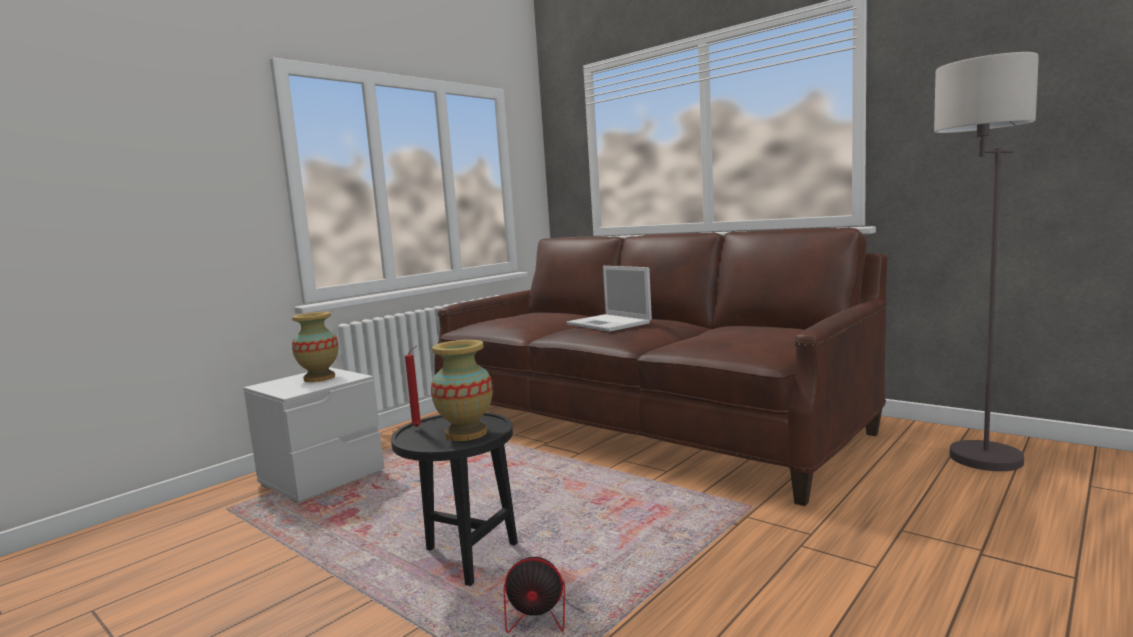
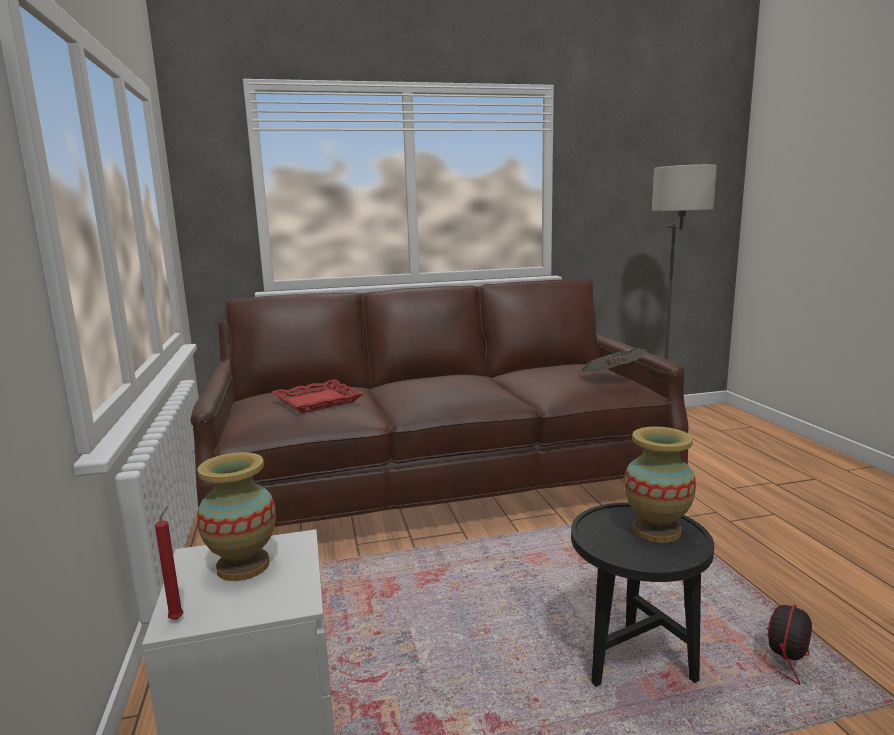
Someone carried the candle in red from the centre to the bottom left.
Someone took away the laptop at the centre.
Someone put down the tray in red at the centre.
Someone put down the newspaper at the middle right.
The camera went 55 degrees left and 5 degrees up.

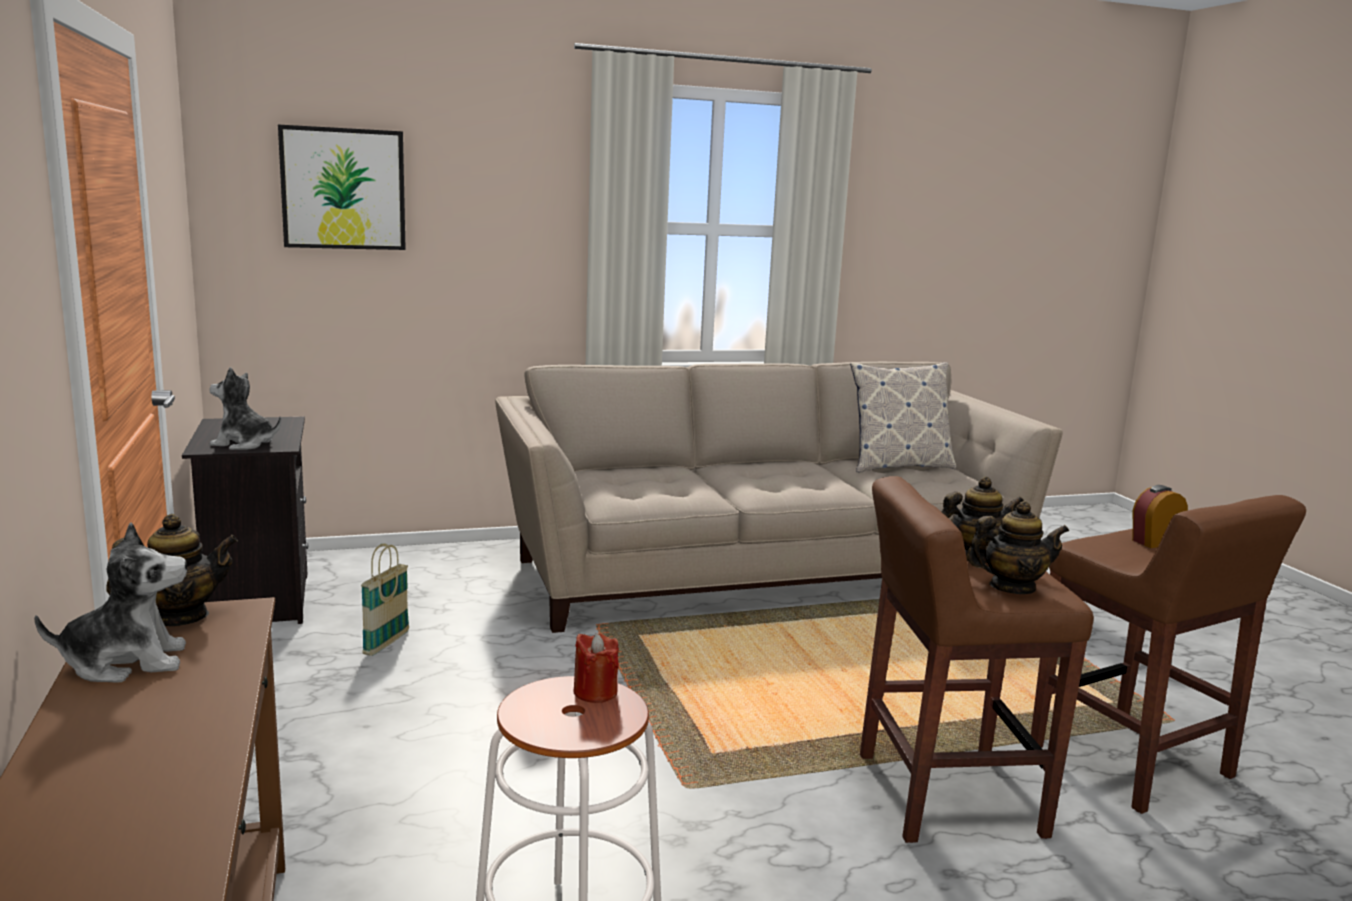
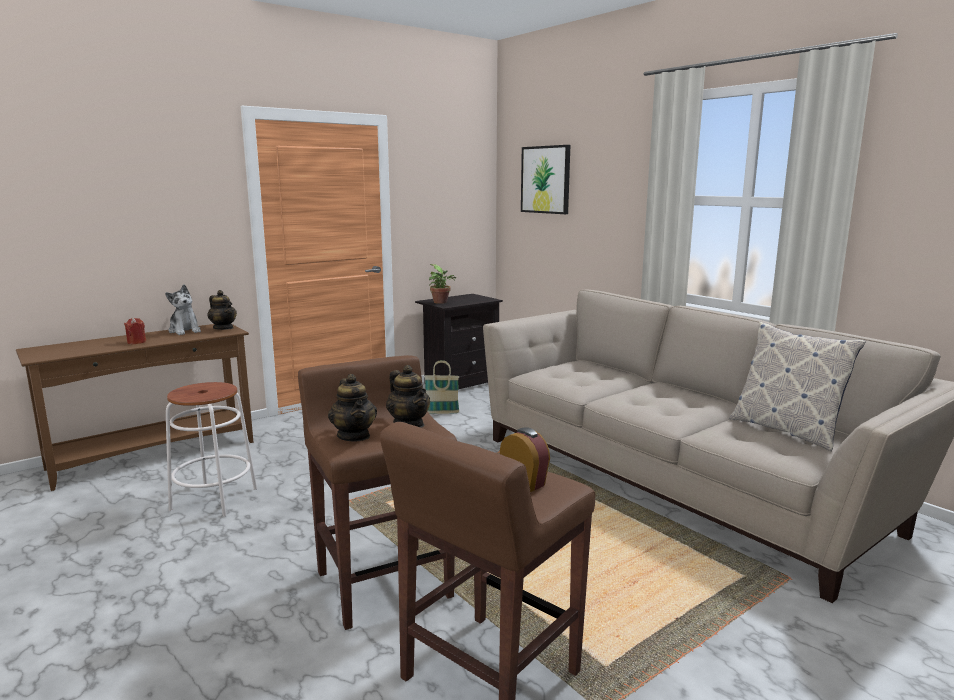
Someone swapped the plush toy (2nd from left) at the middle left for the potted plant at the centre.
Someone carried the candle in red from the bottom centre to the middle left.
The camera went 70 degrees right and 0 degrees up.

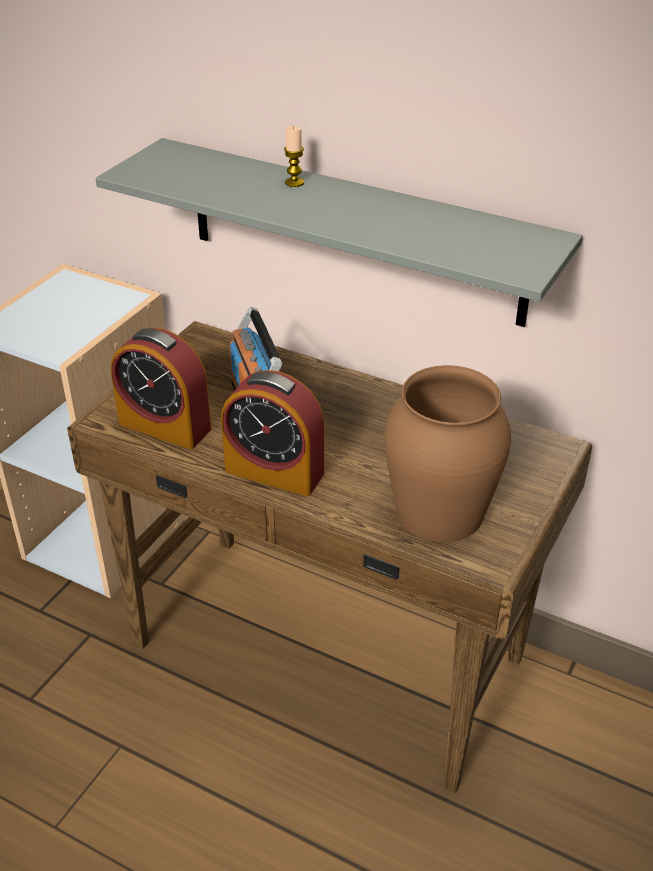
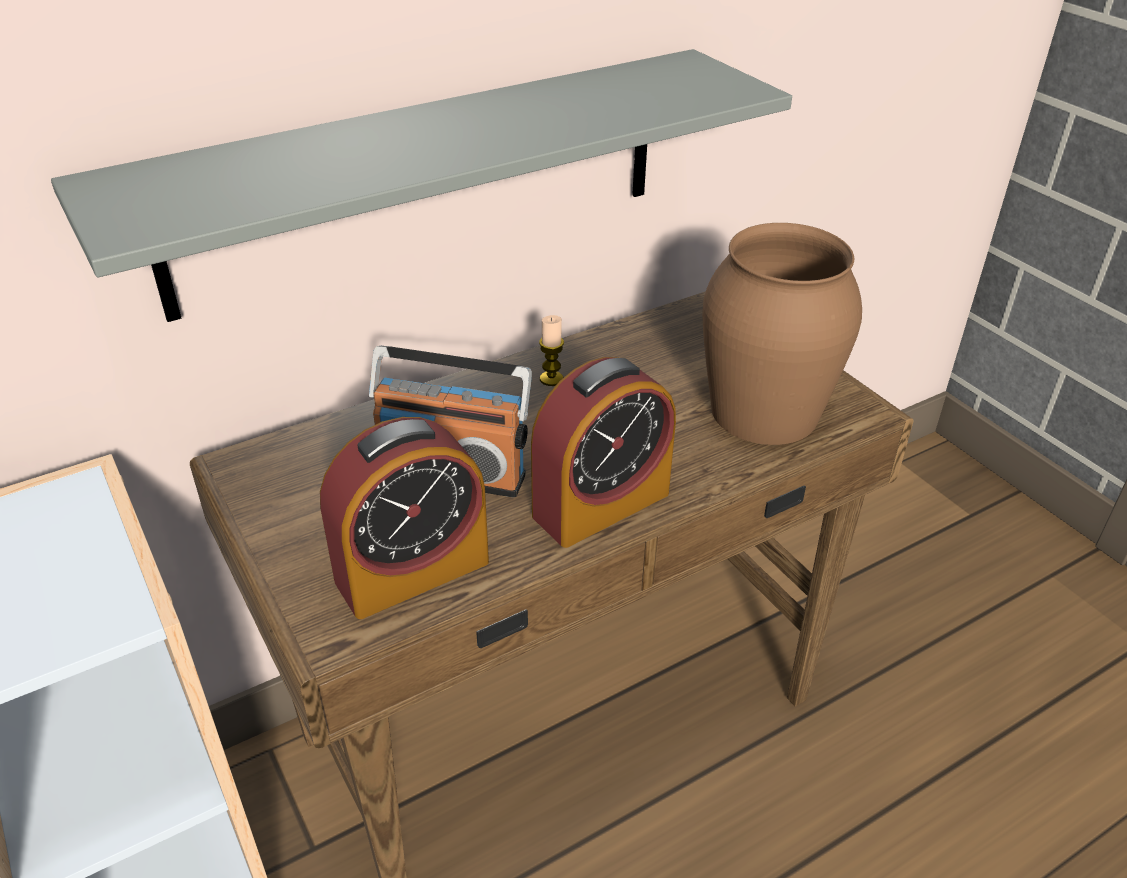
Someone carried the candle from the top centre to the centre.
The camera went 60 degrees left and 0 degrees up.

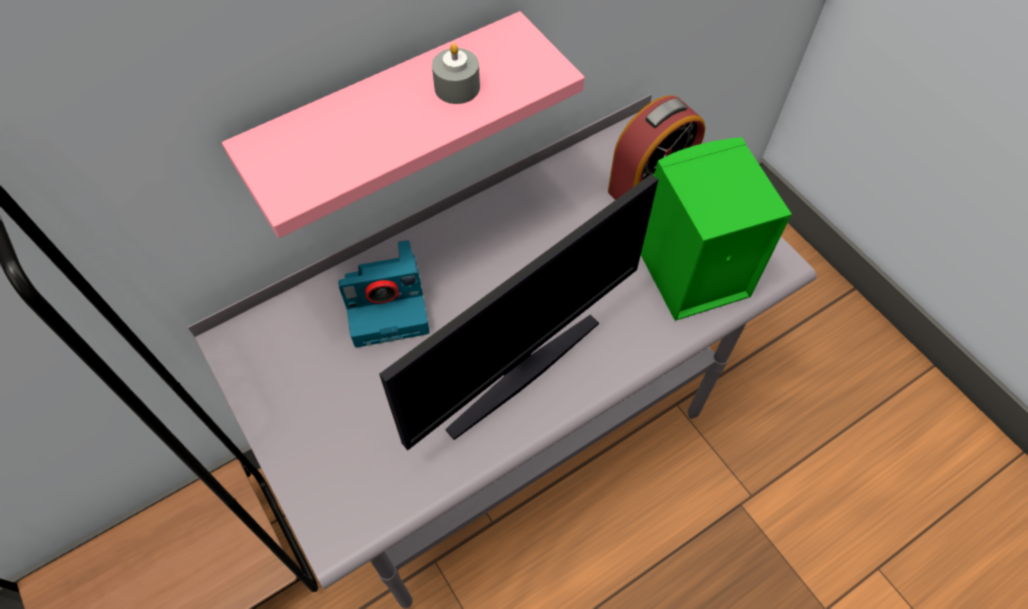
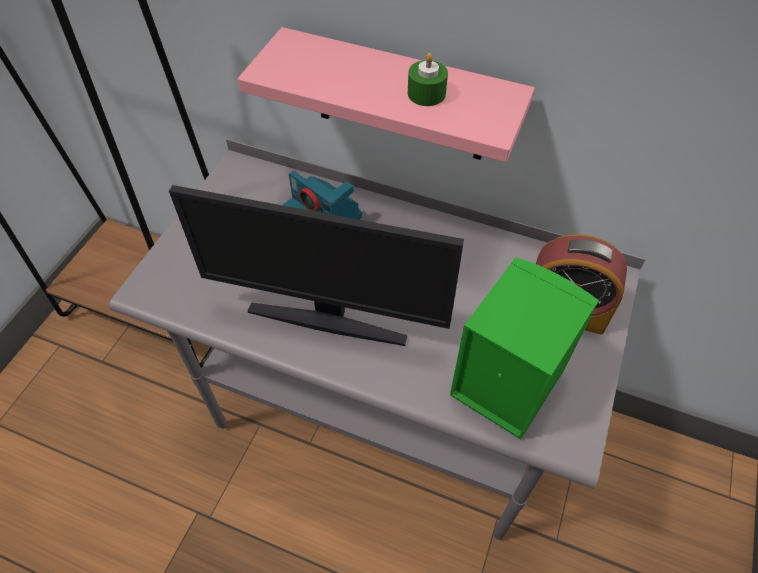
Someone repainted the candle in grey at the top centre, which became the candle in green at the top centre.
The camera went 55 degrees right and 5 degrees down.

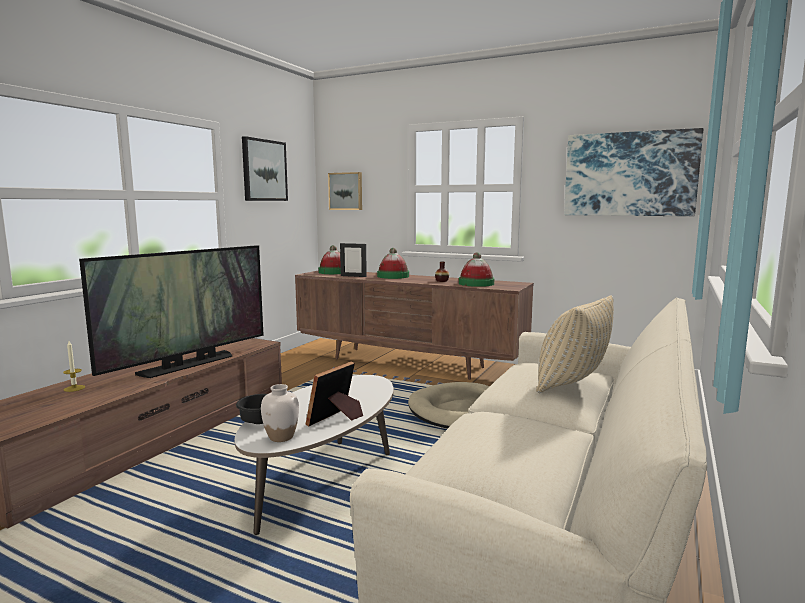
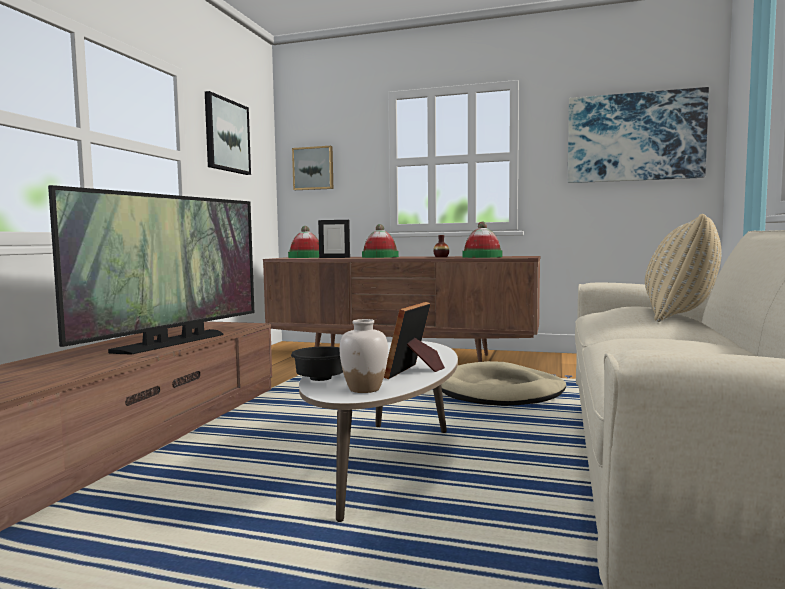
Someone took away the candle at the middle left.
The camera went 10 degrees left and 5 degrees down.

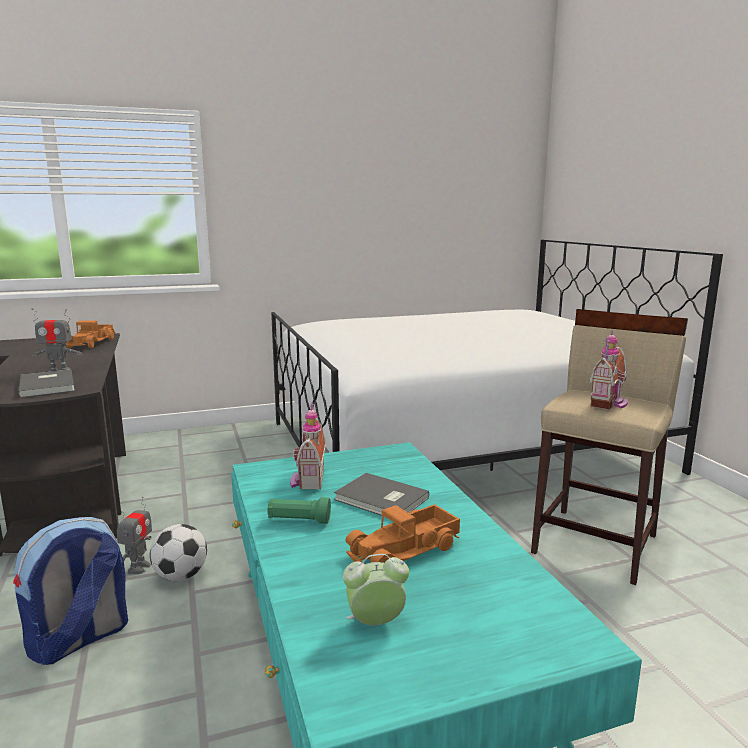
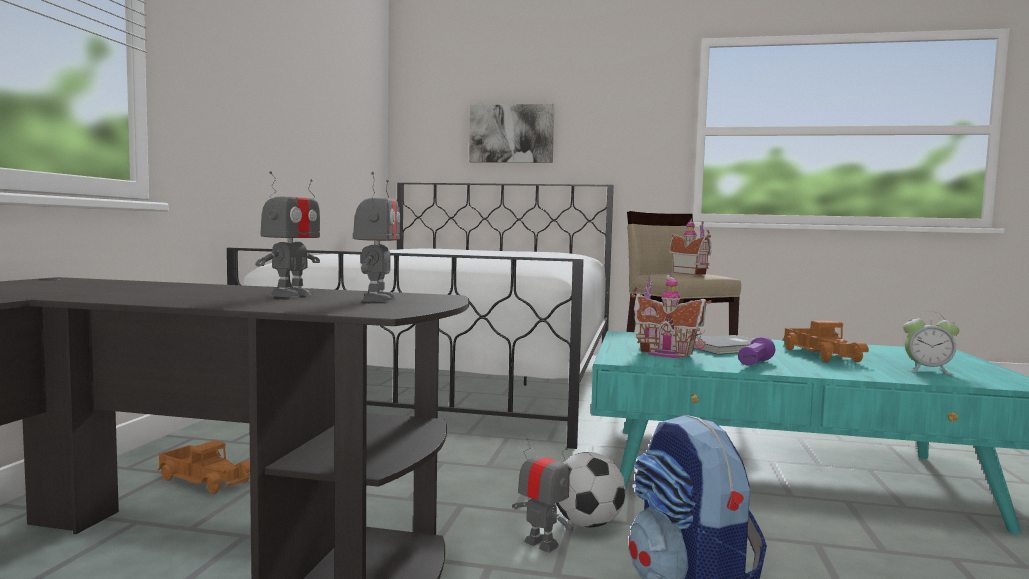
Someone swapped the book in grey (1st from left) at the middle left for the toy robot (2nd from left) at the centre.
Someone carried the toy truck (1st from left) from the middle left to the bottom left.
Someone repainted the flashlight in green at the bottom centre, which became the flashlight in purple at the middle right.
Someone rotated the alarm clock at the bottom centre by 90 degrees counterclockwise.
Someone put up the picture at the top centre.
The camera went 60 degrees left and 10 degrees down.

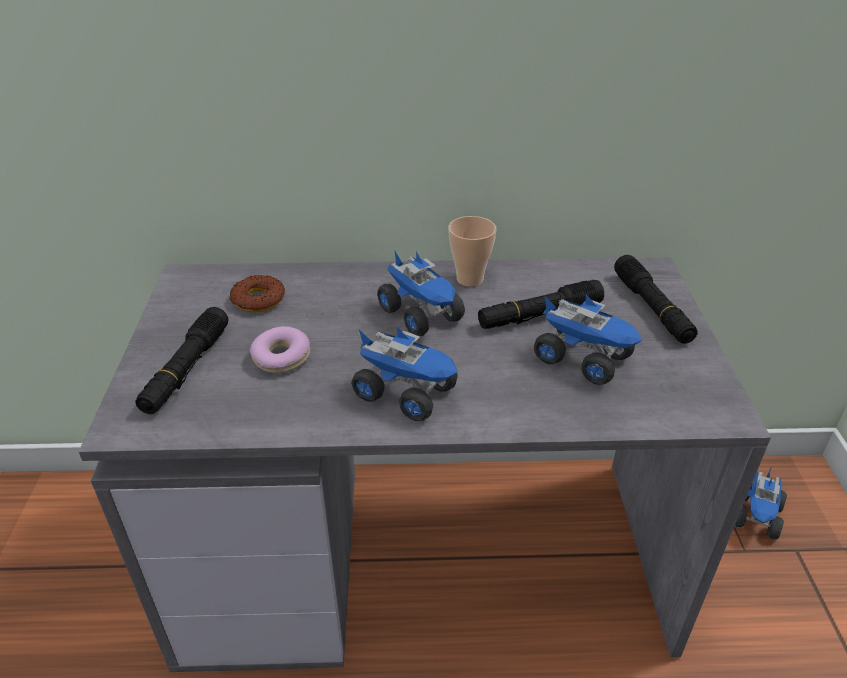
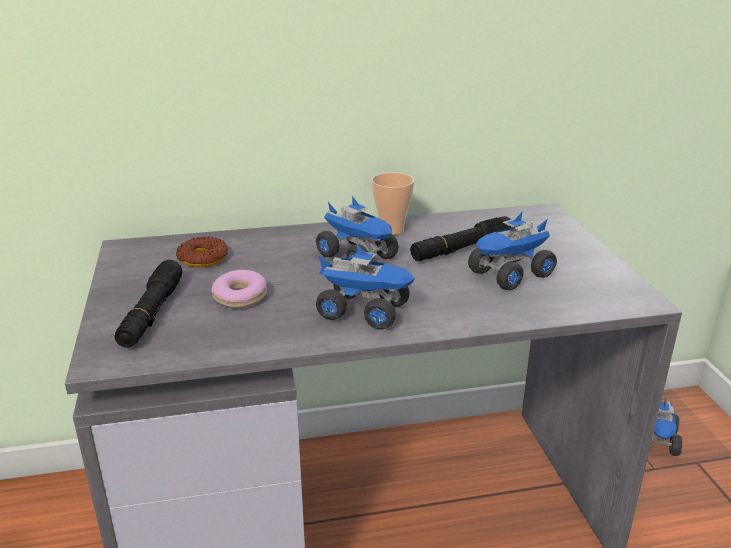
Someone rotated the toy truck (3rd from left) at the middle right by 120 degrees clockwise.
Someone took away the flashlight in black (3rd from left) at the middle right.
The camera went 10 degrees left and 10 degrees down.

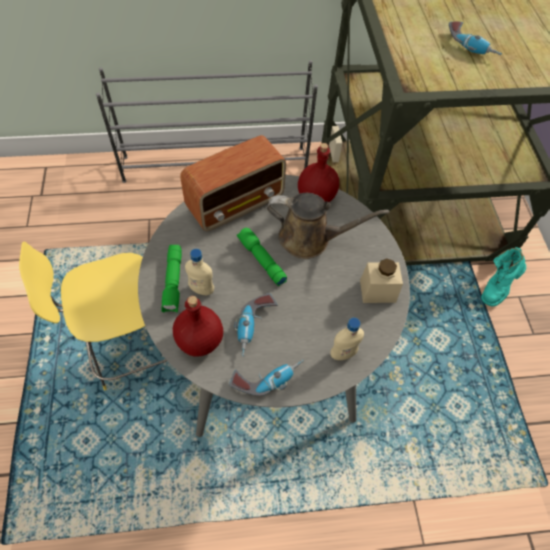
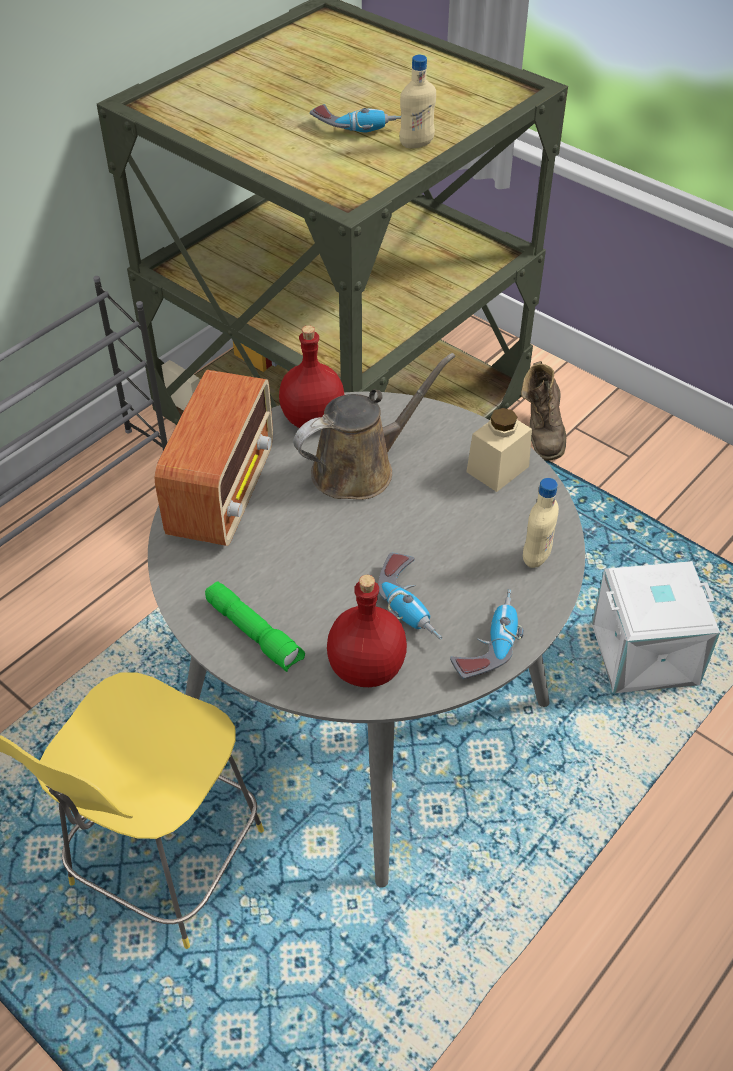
Someone carried the bottle in beige (1st from left) from the centre to the top centre.
Someone took away the flashlight in green (2nd from left) at the centre.
Someone repainted the boot in turquoise at the middle right, which became the boot in brown at the middle right.
Someone put down the storage box in white at the middle right.
The camera went 40 degrees left and 10 degrees down.

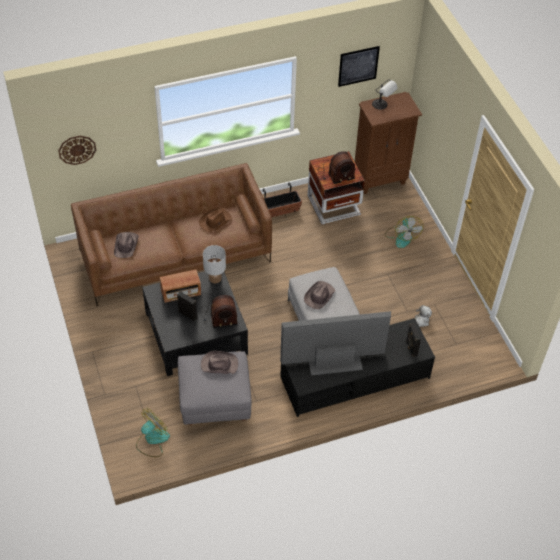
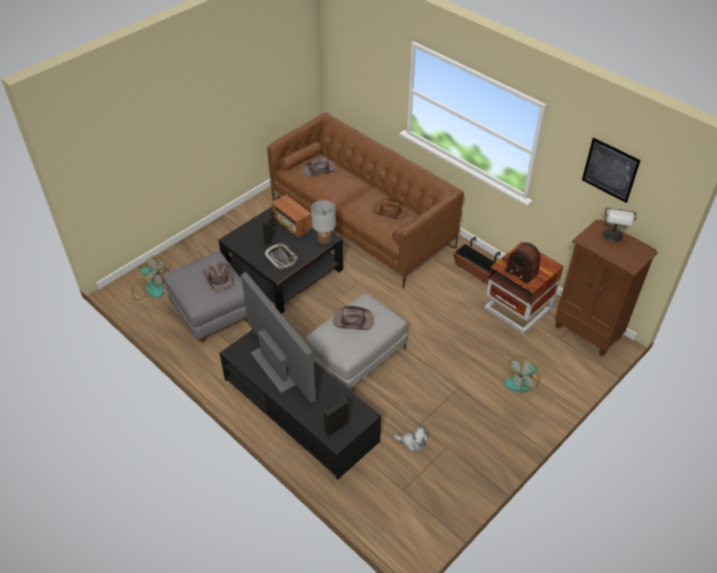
Someone took away the wall clock at the top left.
Someone swapped the radio (2nd from left) at the centre for the tray at the centre.
The camera went 65 degrees right and 5 degrees down.

